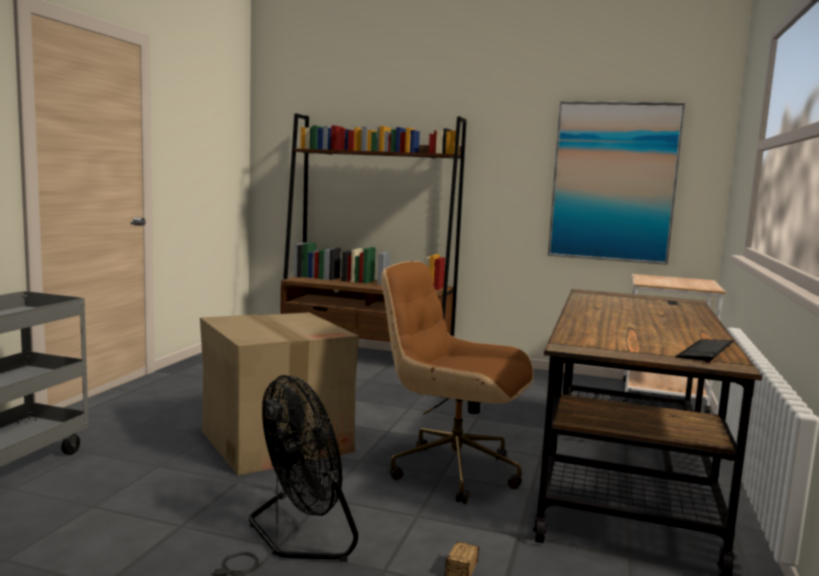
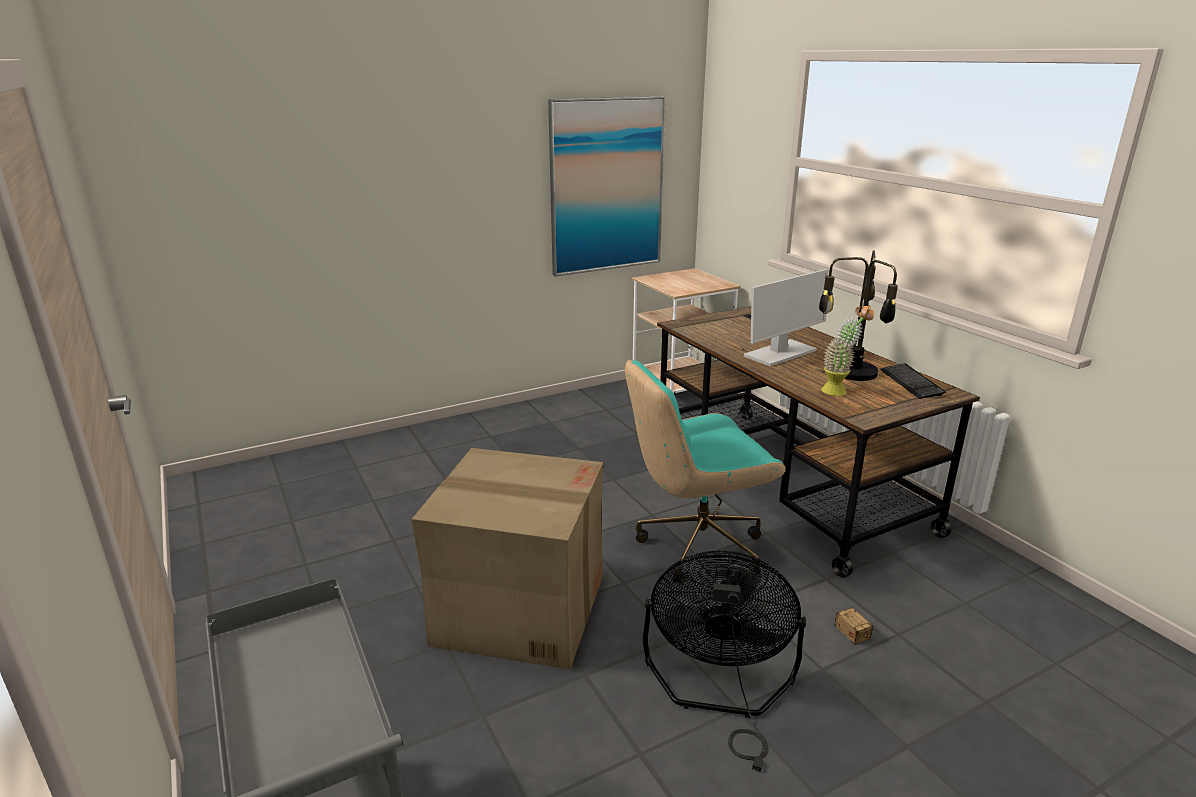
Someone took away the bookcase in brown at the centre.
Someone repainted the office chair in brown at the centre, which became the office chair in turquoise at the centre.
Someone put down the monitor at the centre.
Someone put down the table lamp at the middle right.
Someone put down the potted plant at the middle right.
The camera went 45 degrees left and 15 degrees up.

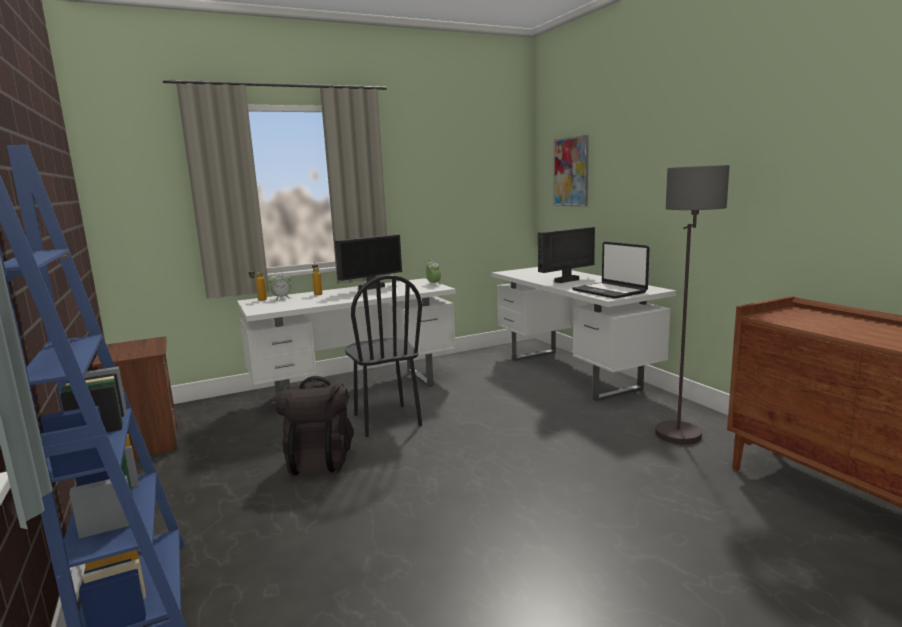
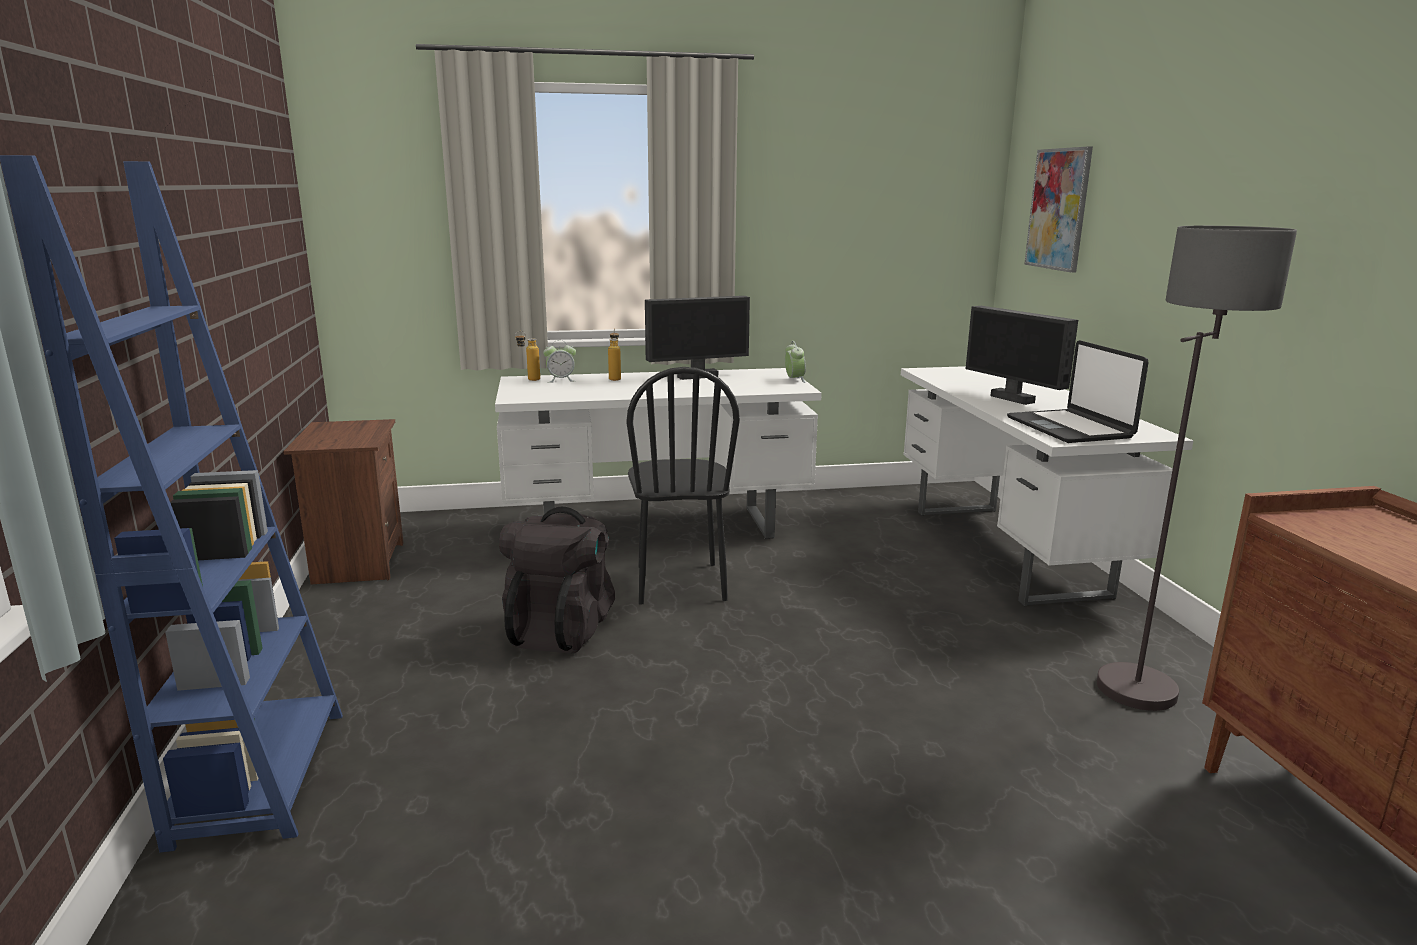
Someone rotated the monitor (2nd from left) at the centre by 105 degrees counterclockwise.
The camera went 15 degrees right and 5 degrees up.

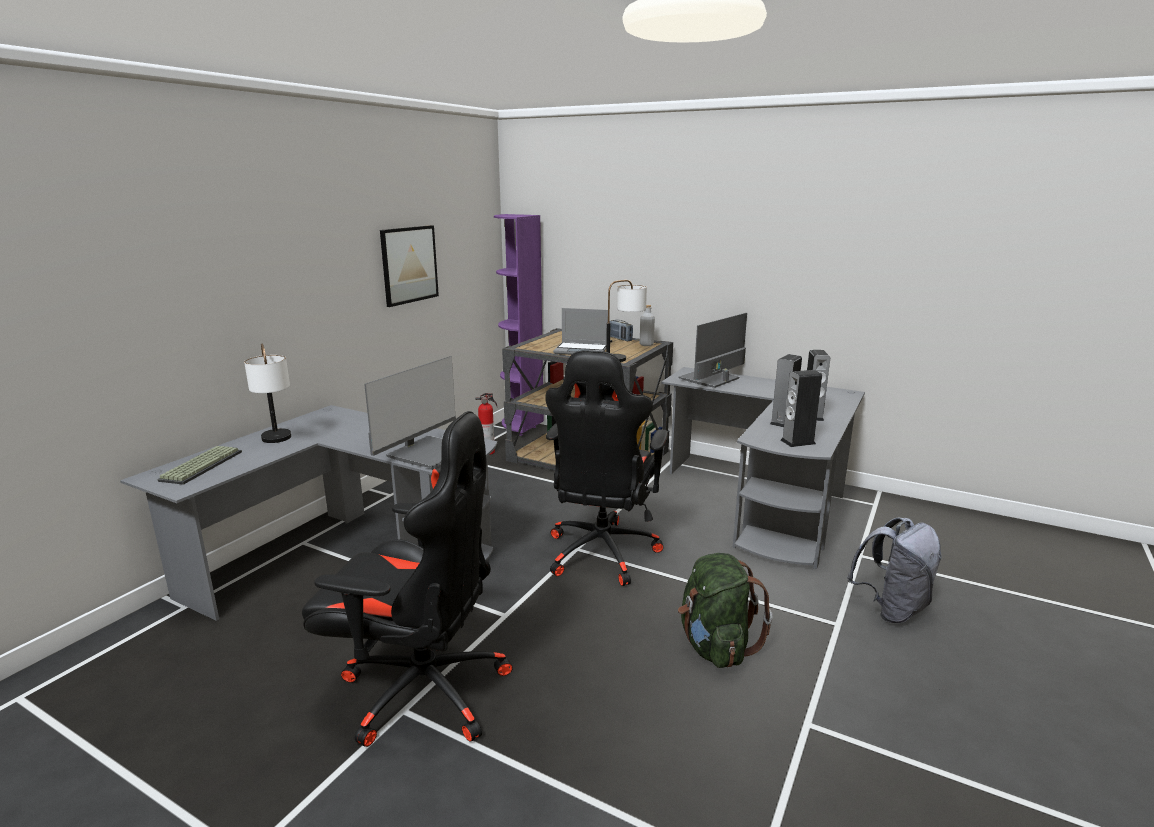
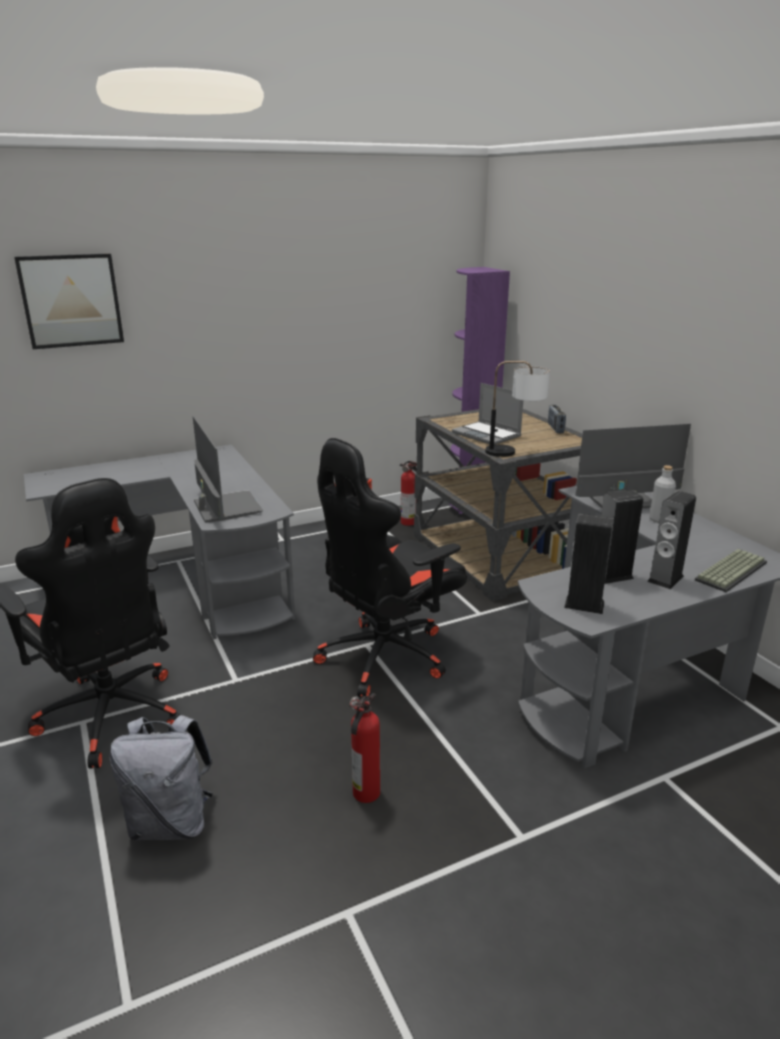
Someone carried the keyboard from the middle left to the middle right.
Someone took away the table lamp (1st from left) at the middle left.
Someone rotated the monitor (1st from left) at the centre by 90 degrees counterclockwise.
Someone carried the picture from the top centre to the top left.
Someone carried the bottle in grey from the centre to the middle right.
Someone swapped the backpack in green at the bottom centre for the fire extinguisher (1st from left) at the bottom centre.
Someone carried the backpack in grey from the bottom right to the bottom left.
The camera went 35 degrees right and 5 degrees up.

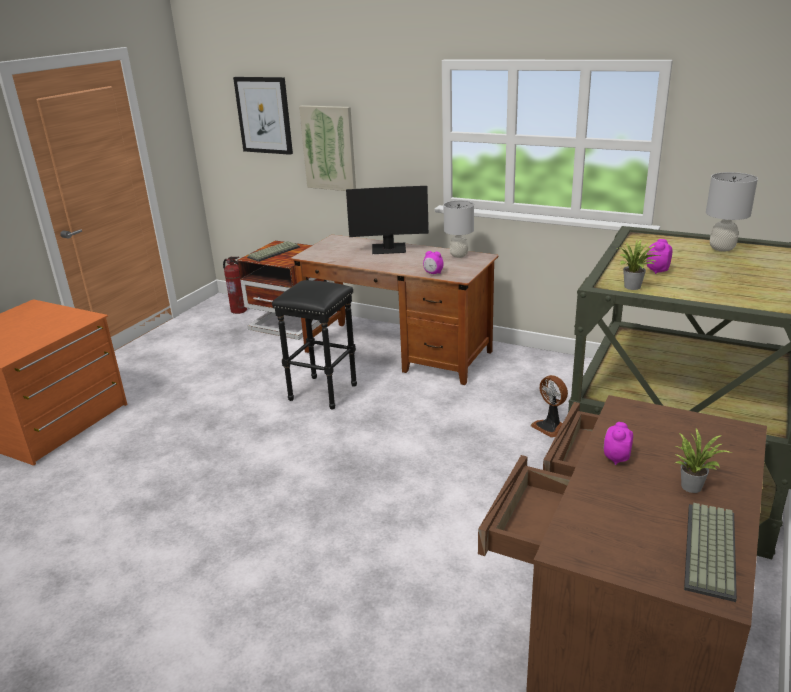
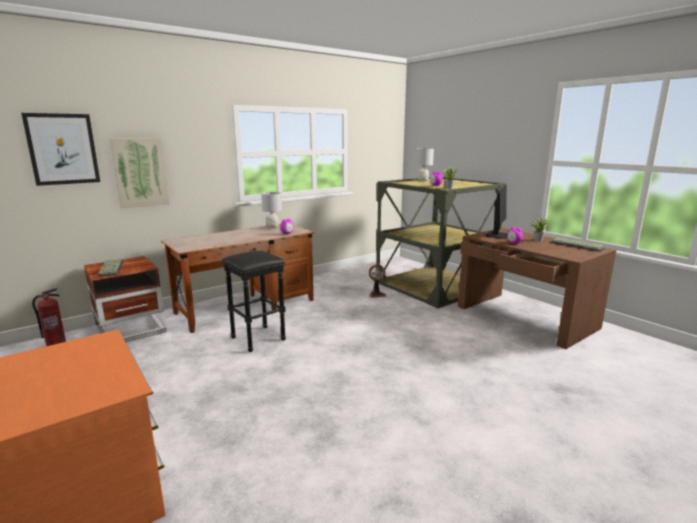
Someone carried the monitor from the top centre to the middle right.
The camera went 65 degrees left and 10 degrees down.

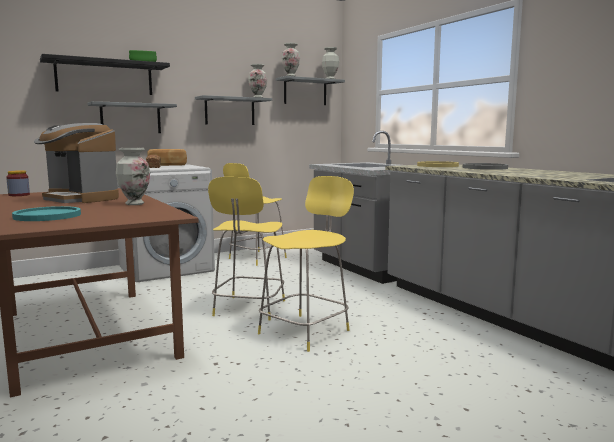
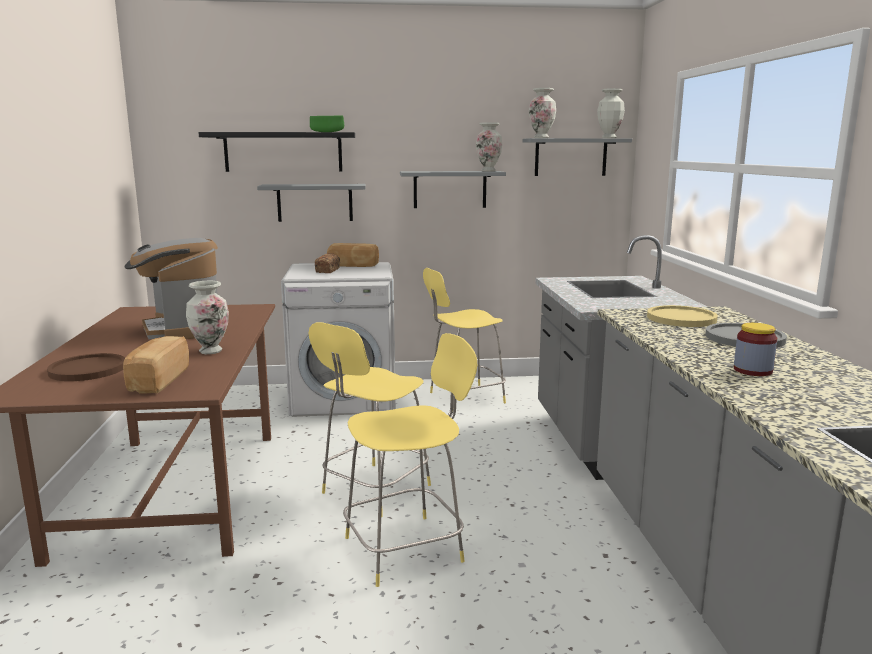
Someone carried the jar from the middle left to the middle right.
Someone repainted the plate in turquoise at the middle left, which became the plate in brown at the middle left.
Someone put down the bread (1st from left) at the middle left.
The camera went 25 degrees right and 5 degrees up.

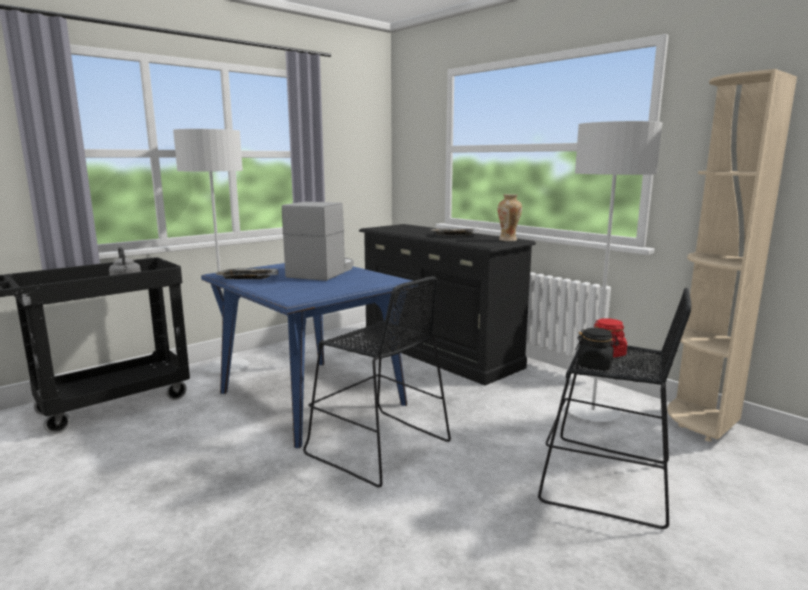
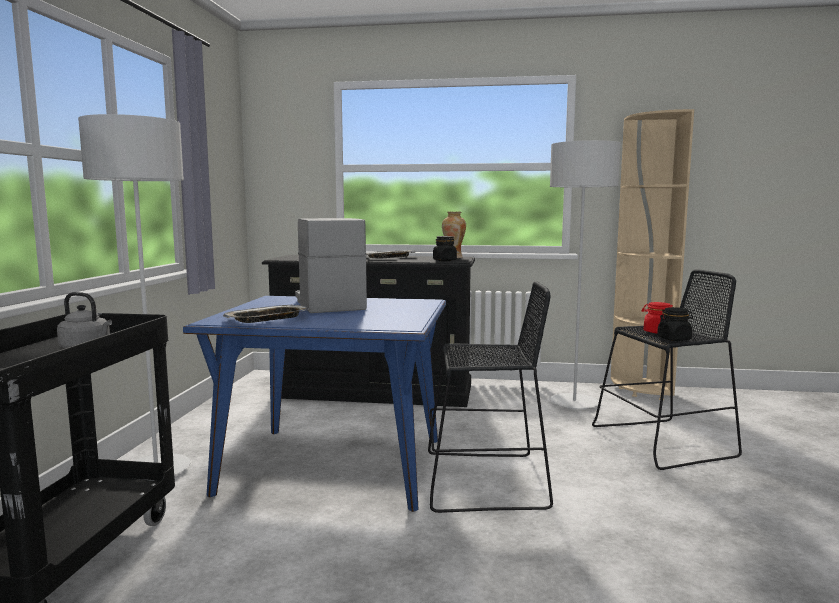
Someone put down the jar in black (1st from left) at the centre.
The camera went 40 degrees left and 5 degrees down.

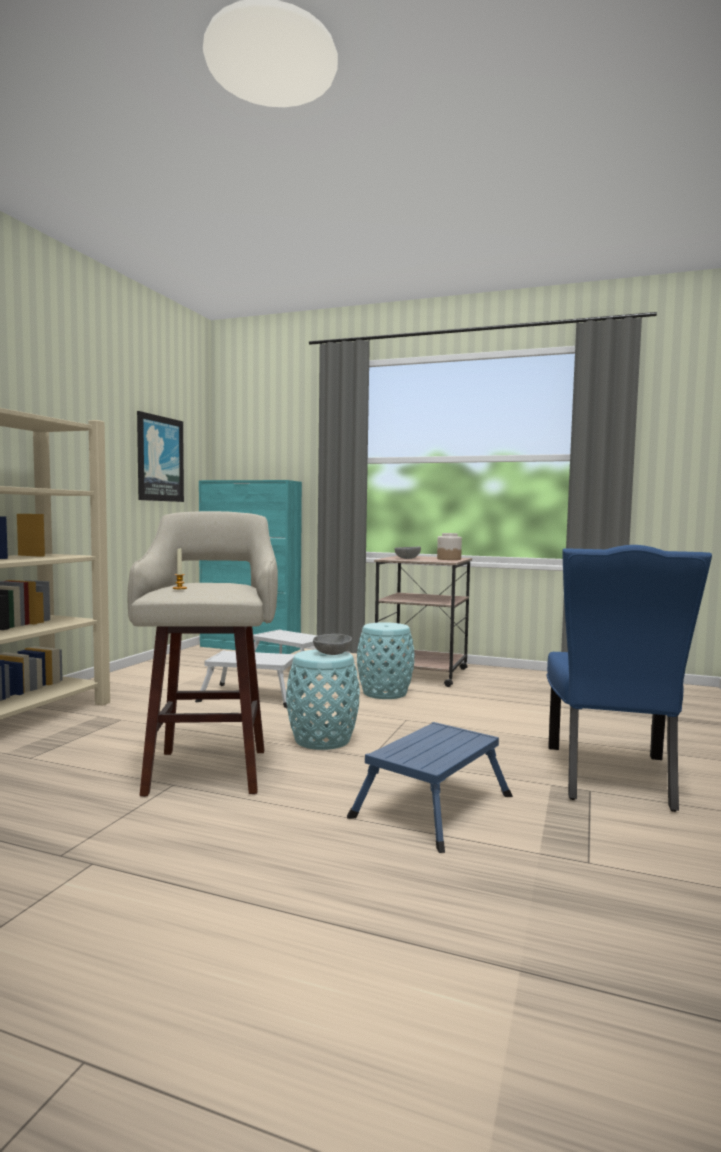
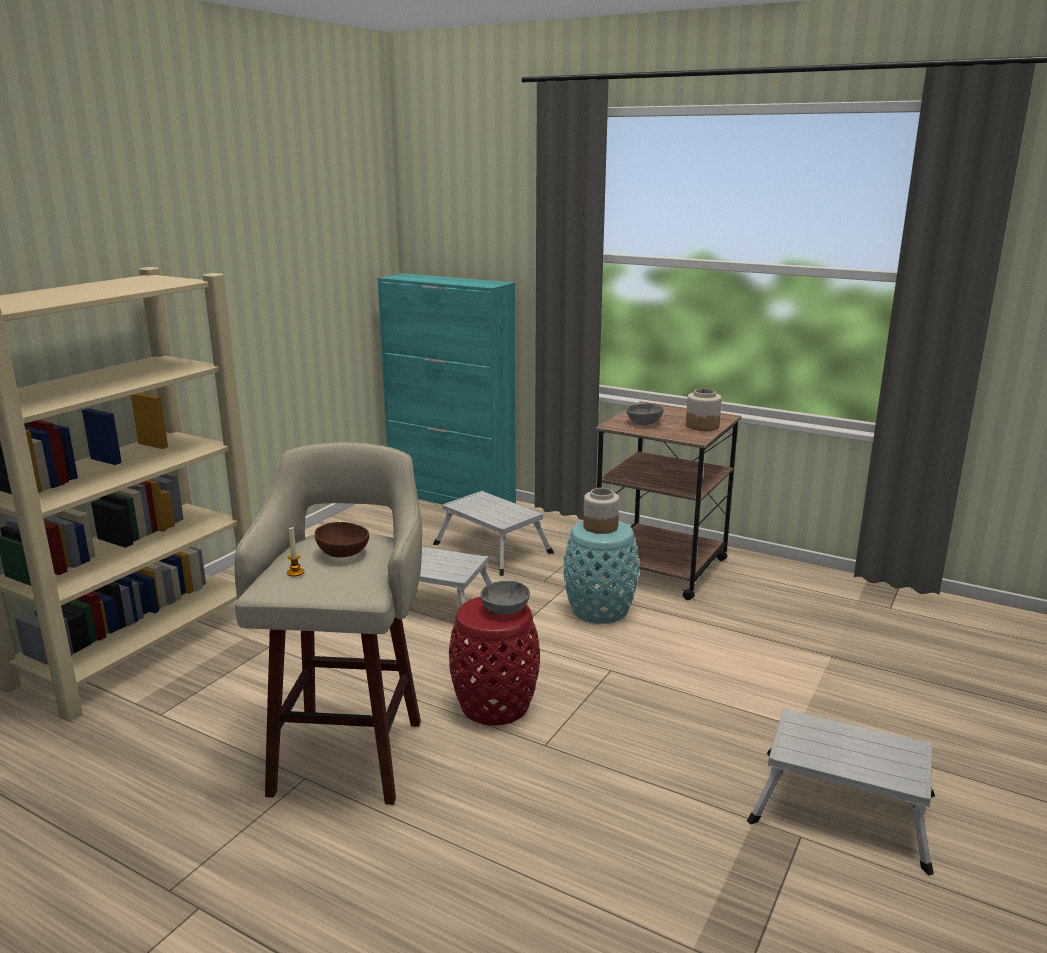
Someone took away the picture at the middle left.
Someone repainted the stool in turquoise (1st from left) at the centre, which became the stool in red at the bottom centre.
Someone took away the step ladder in blue at the bottom centre.
Someone swapped the chair in blue at the middle right for the step ladder in white (3rd from left) at the bottom right.
Someone put down the bowl in brown at the middle left.
Someone put down the jar (1st from left) at the centre.
The camera went 10 degrees right and 15 degrees up.

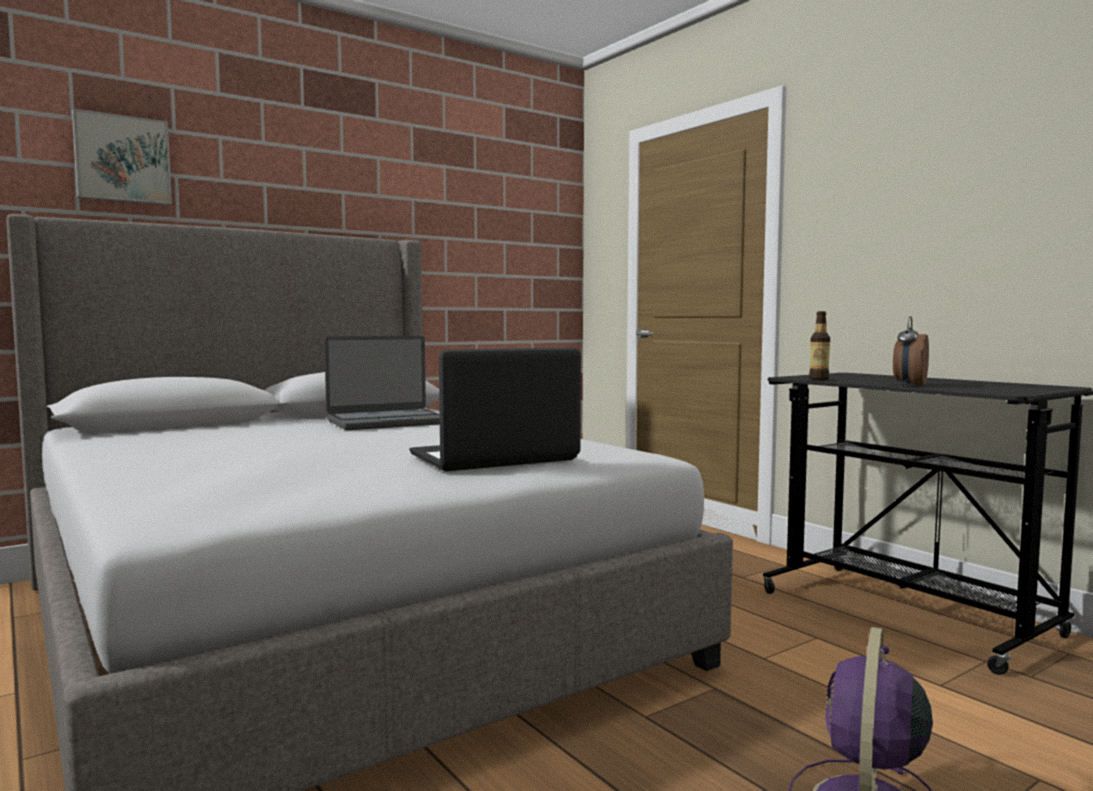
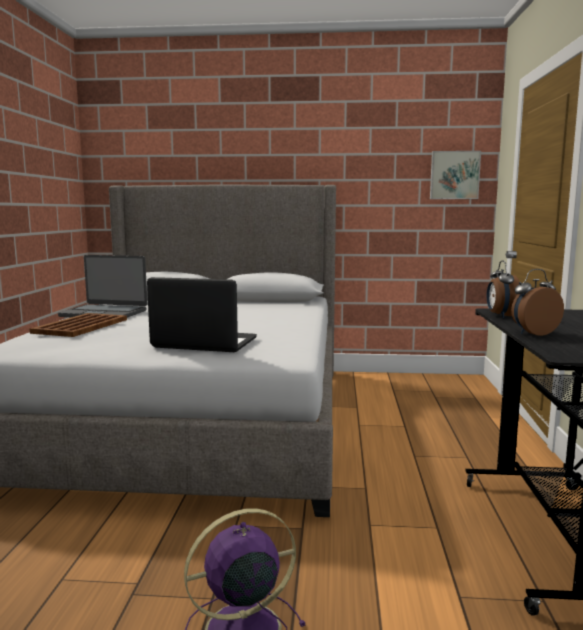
Someone carried the picture from the top left to the top right.
Someone carried the laptop (1st from left) from the centre to the middle left.
Someone swapped the bottle at the middle right for the alarm clock (1st from left) at the middle right.
Someone put down the tray in brown at the middle left.
The camera went 40 degrees right and 5 degrees up.

